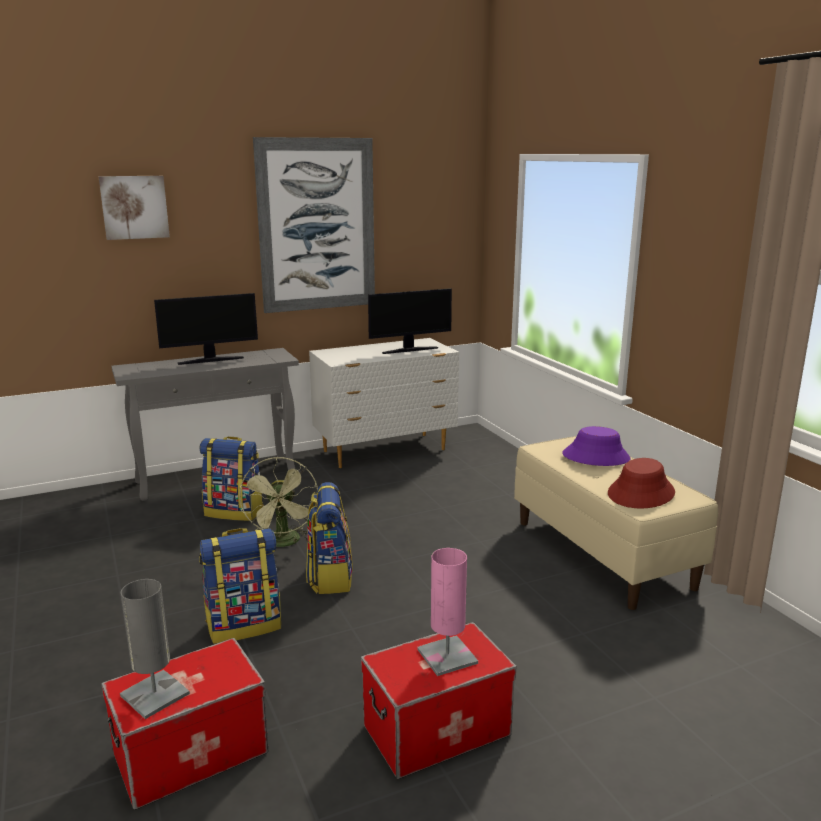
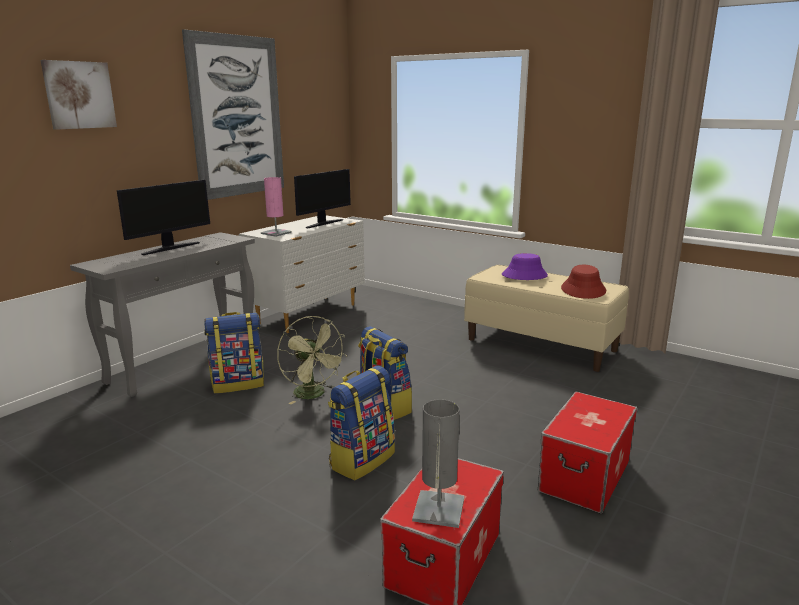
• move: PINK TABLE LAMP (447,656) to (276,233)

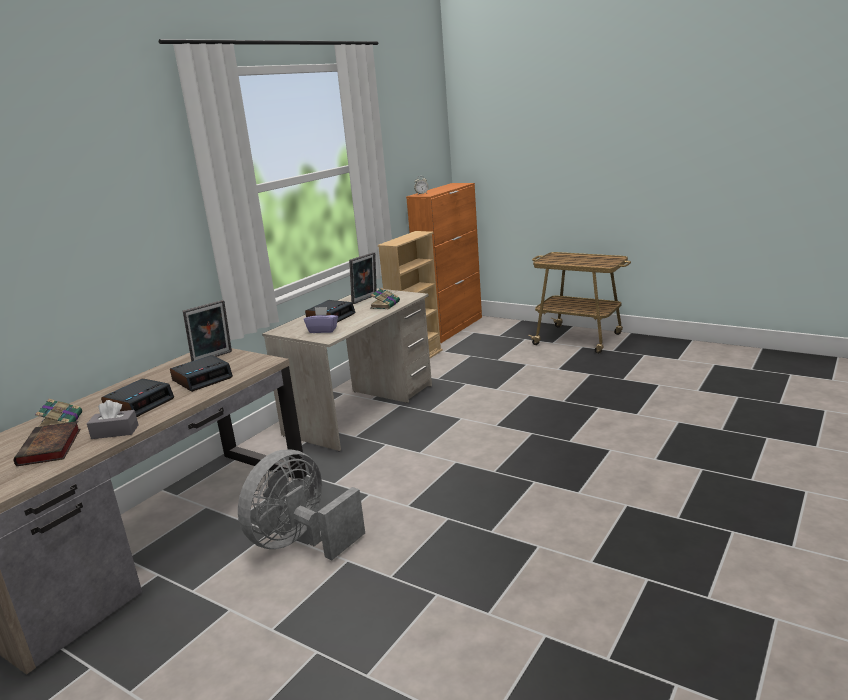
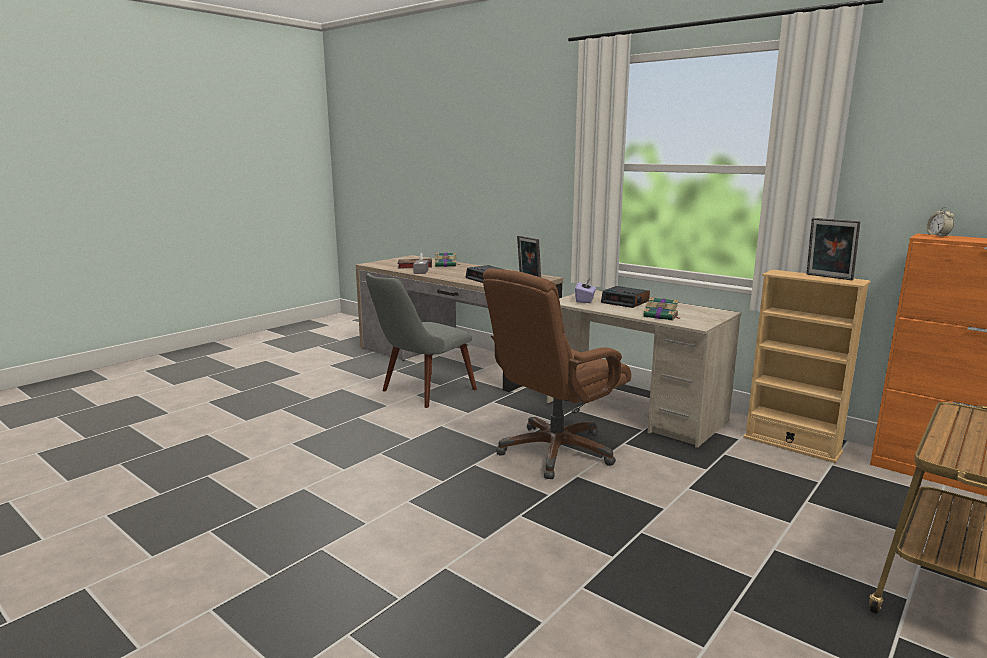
• replace: GREYISH ELECTRIC FAN (301,542) to GREYISH PLAIN CHAIR (420,393)
• insert: BROWNISH COMPUTER CHAIR (555,451)
• move: STANDING FRAME (366,299) to (828,277)
• delete: BEDSIDE CLOCK (140,404)

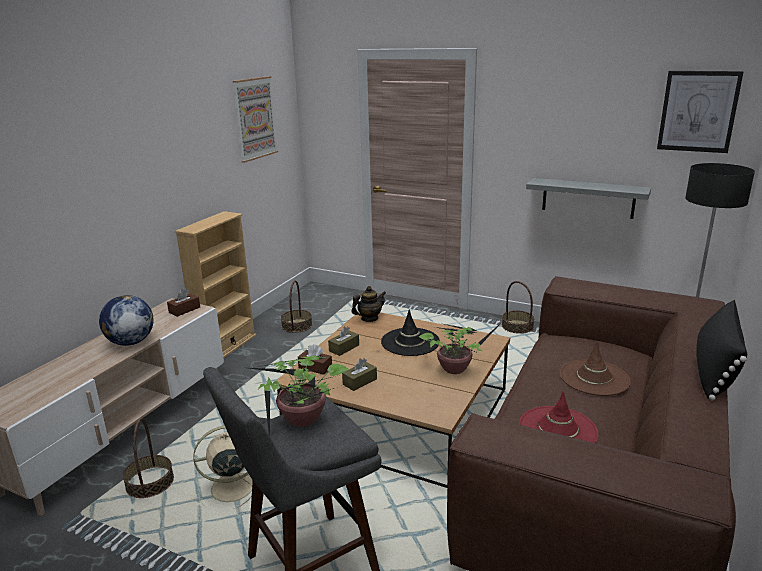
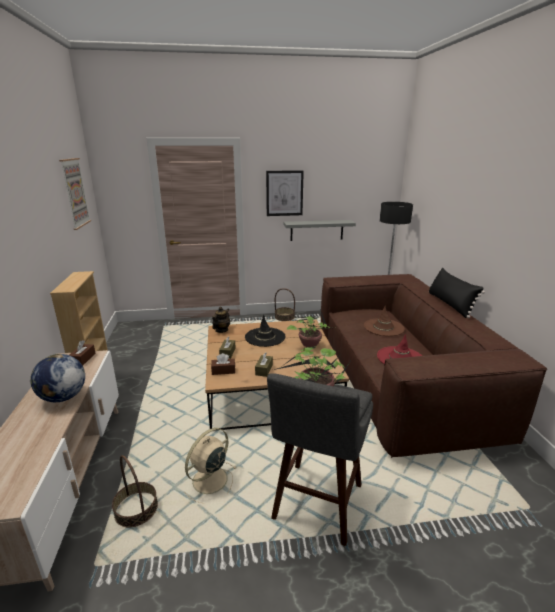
• move: WALL PICTURE (698,111) to (284,193)
• delete: STORAGE BASKET (297,325)

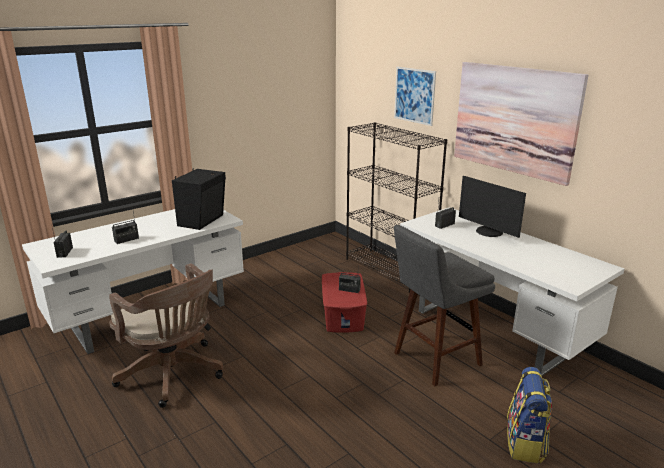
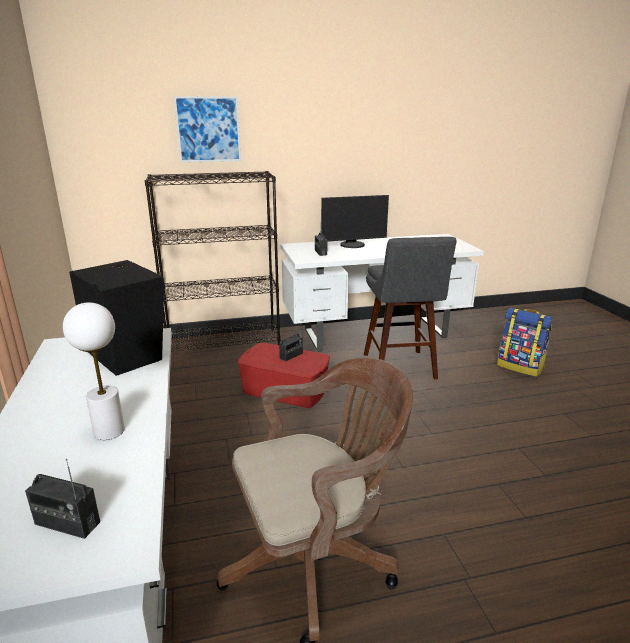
• replace: RADIO (126,240) to WHITE-COLOURED TABLE LAMP (109,431)
• delete: WALL PICTURE (514,120)

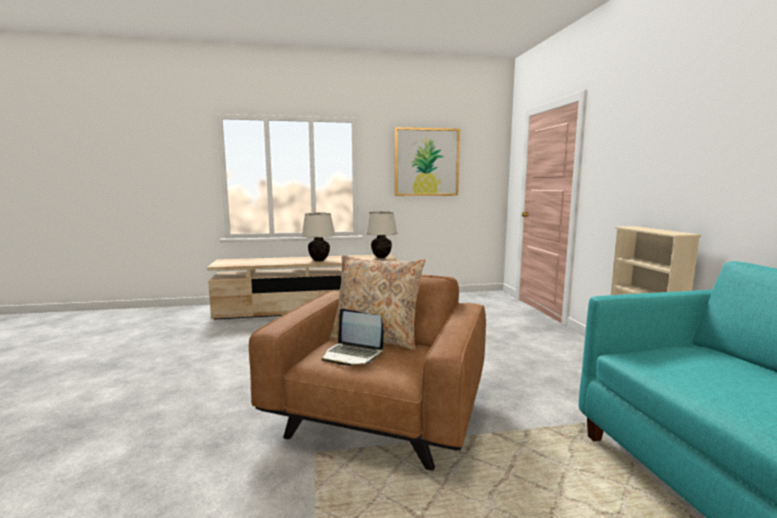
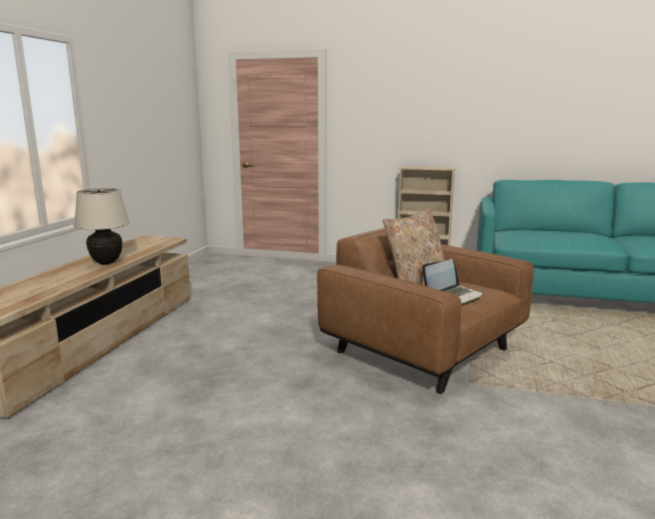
• delete: BEIGE-COLOURED TABLE LAMP (381,257)
• delete: WALL PICTURE (426,162)

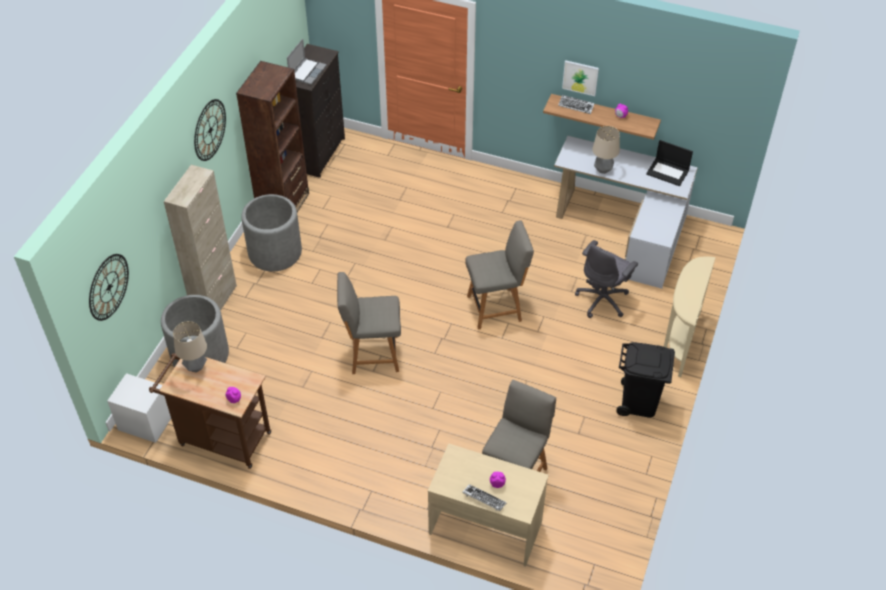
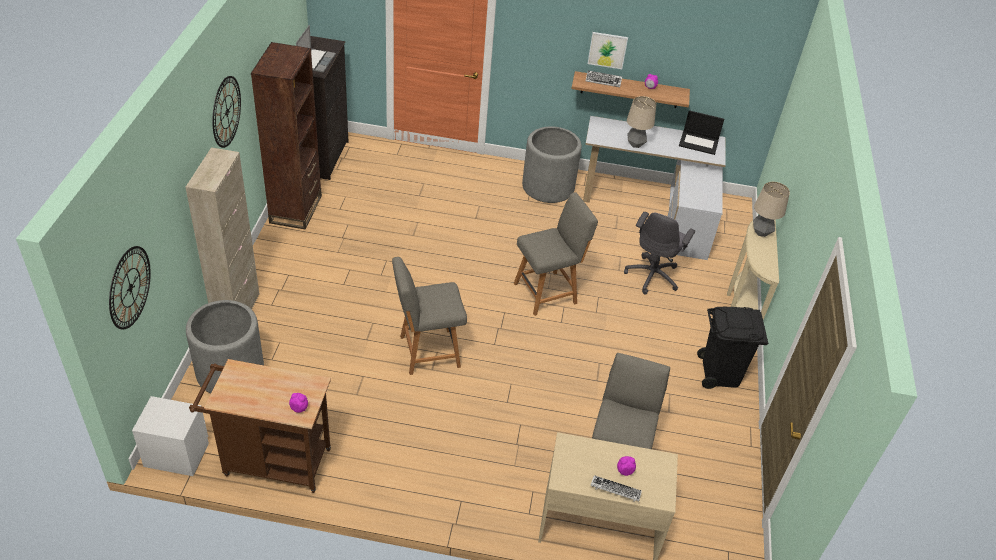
• move: GREYISH PLANTER (275,252) to (548,186)
• move: TABLE LAMP (196,367) to (761,232)

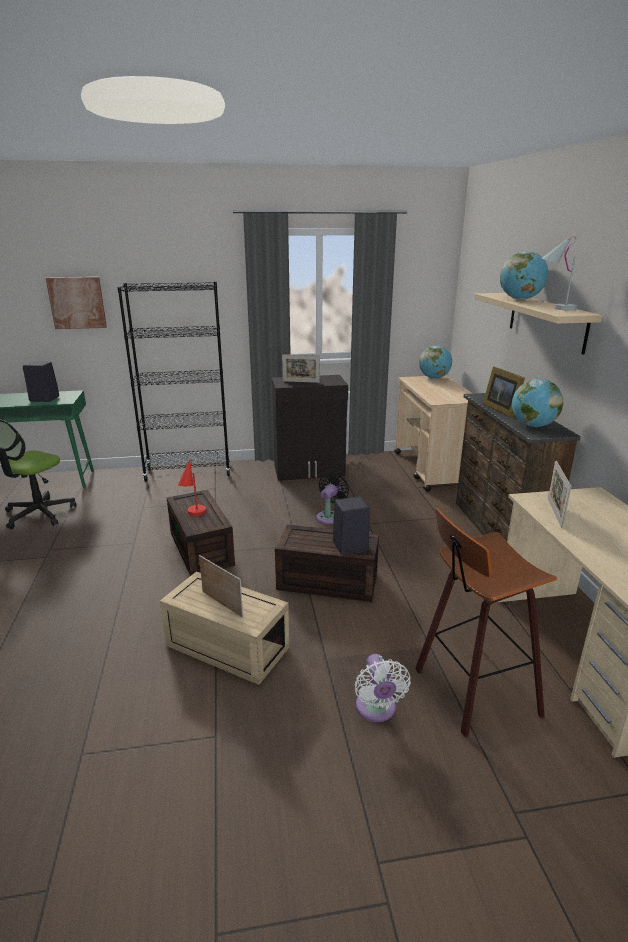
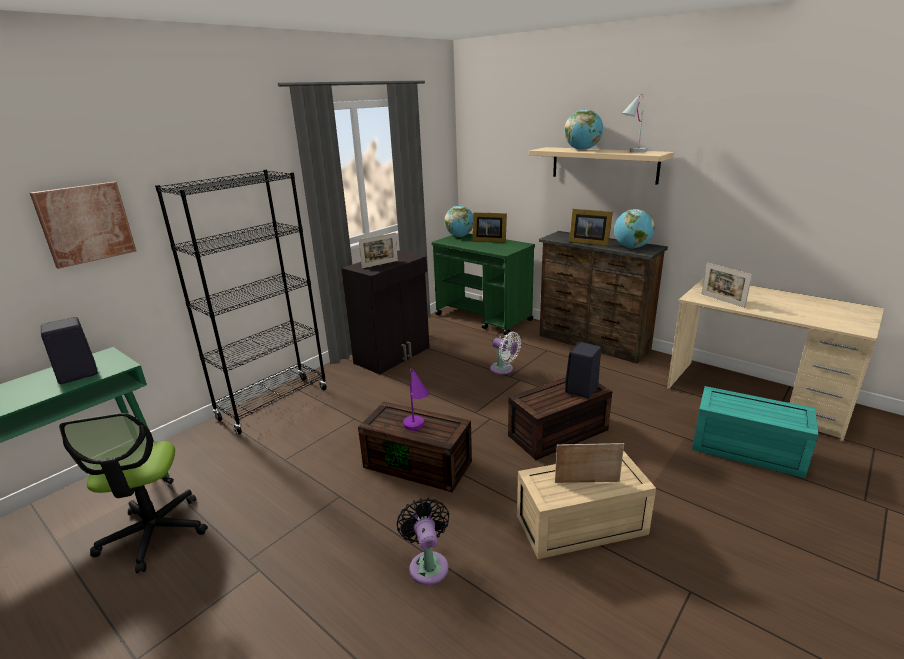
• move: BLACKISH ELECTRIC FAN (329,516) to (428,564)
• recolor: RED-COLOURED TABLE LAMP (193,515) to PURPLE-COLOURED TABLE LAMP (418,429)
• recolor: BEIGE-COLOURED WHEELED CART (432,469) to GREEN-COLOURED WHEELED CART (484,318)
• insert: STANDING FRAME (488,240)
• move: WHITE-COLOURED ELECTRIC FAN (376,709) to (503,369)
• replace: STOOL (471,691) to TURQUOISE STORAGE CONTAINER (745,450)

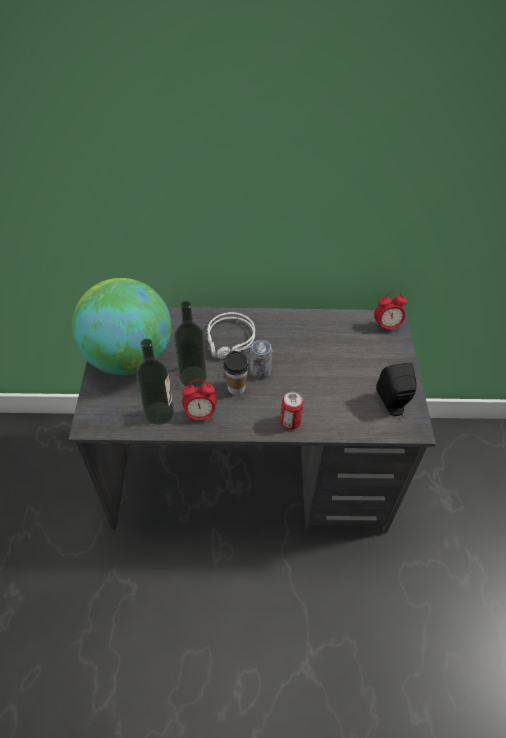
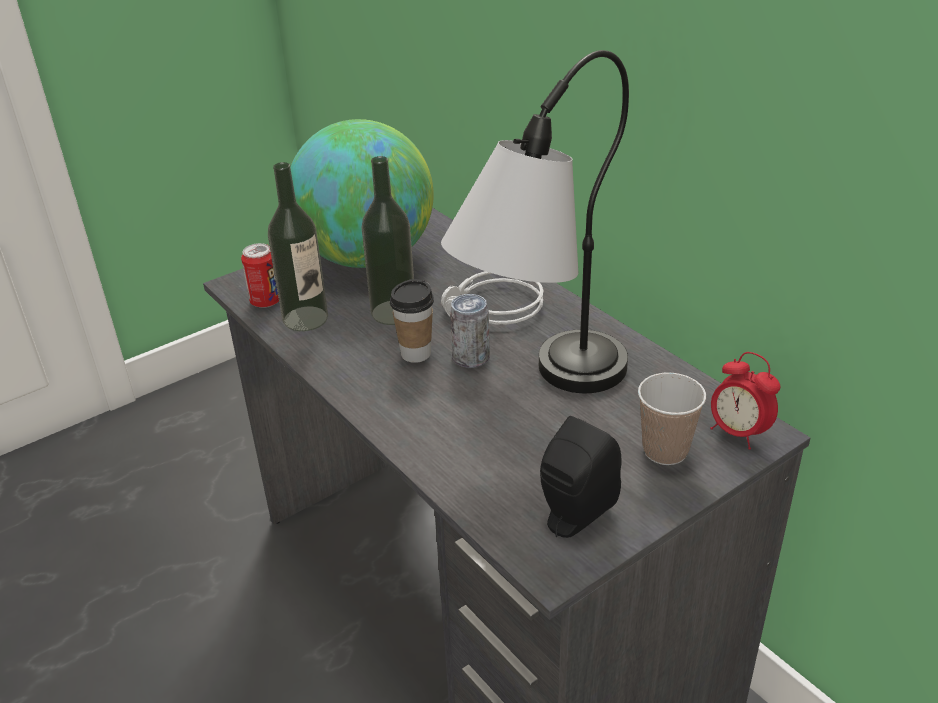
• move: METAL CAN (290,422) to (266,302)
• insert: TABLE LAMP (539,392)
• insert: DRINKING CUP (665,451)
• delete: BEDSIDE CLOCK (200,414)

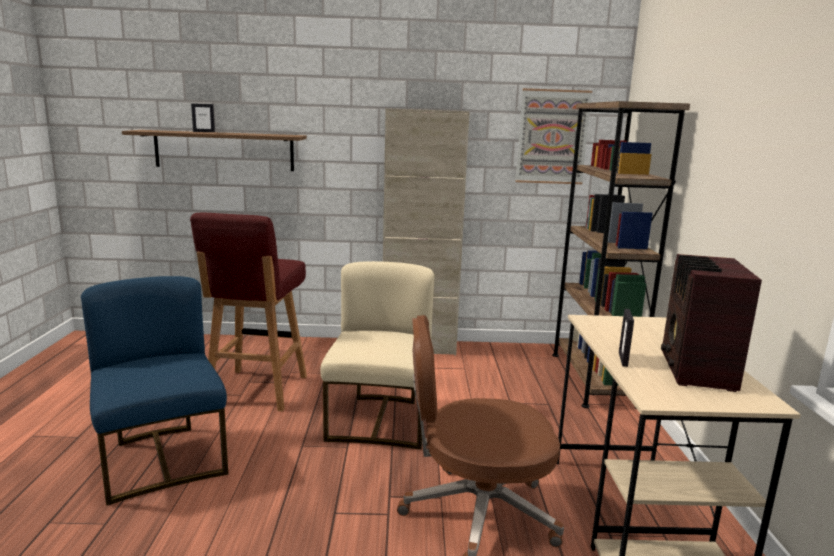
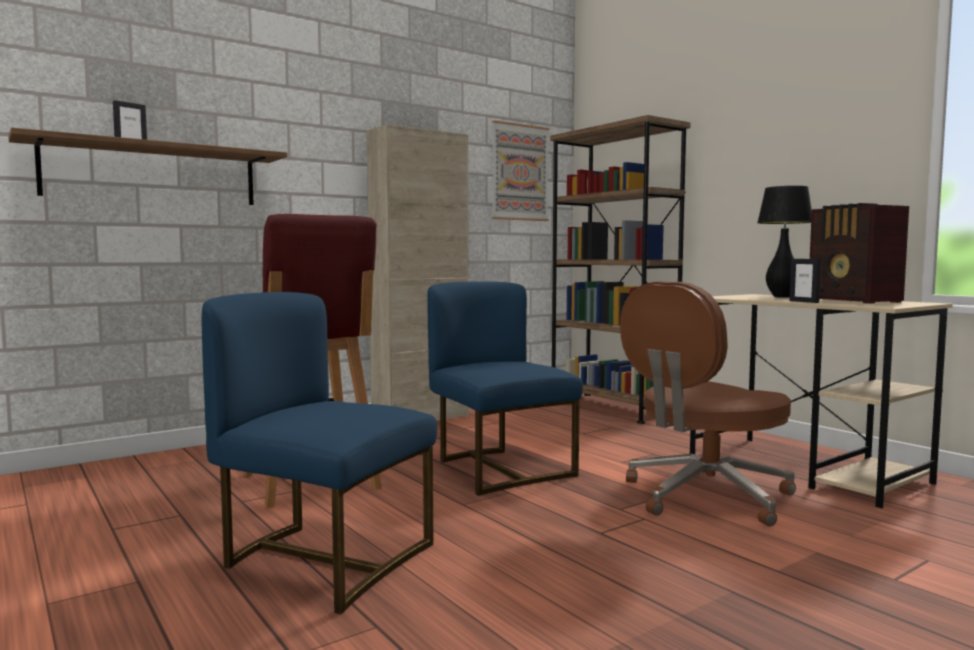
• recolor: BEIGE-COLOURED PLAIN CHAIR (380,421) to BLUE-COLOURED PLAIN CHAIR (499,469)
• insert: BLACKISH TABLE LAMP (781,297)

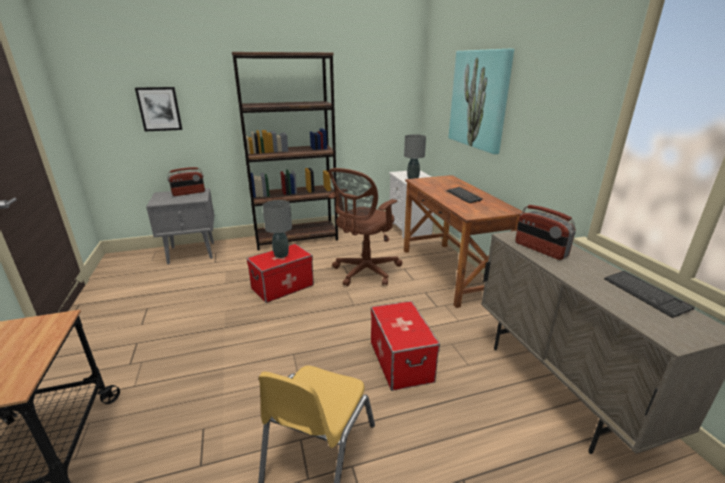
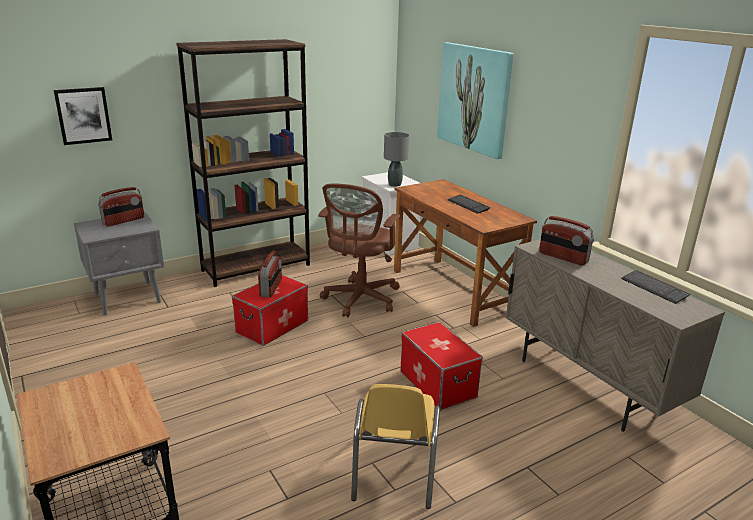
• replace: GREYISH TABLE LAMP (281,255) to RADIO (271,288)

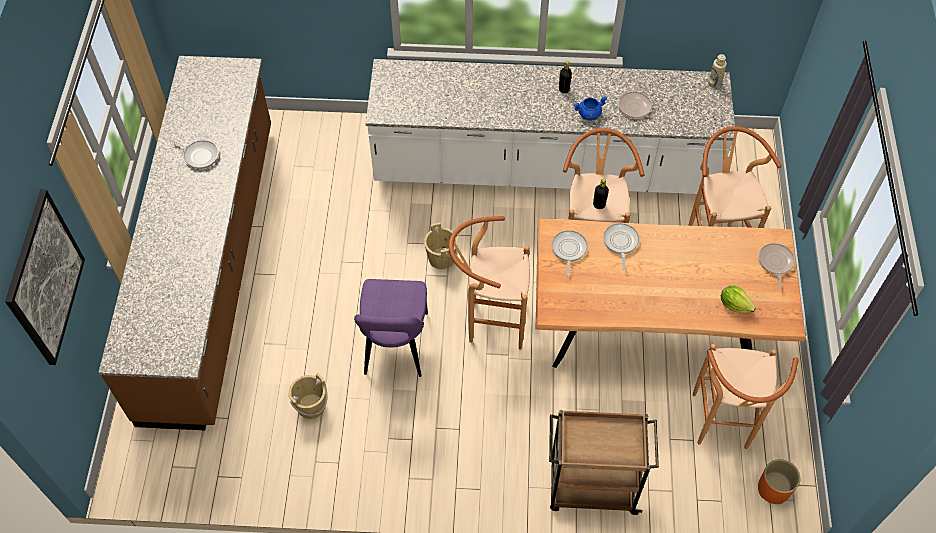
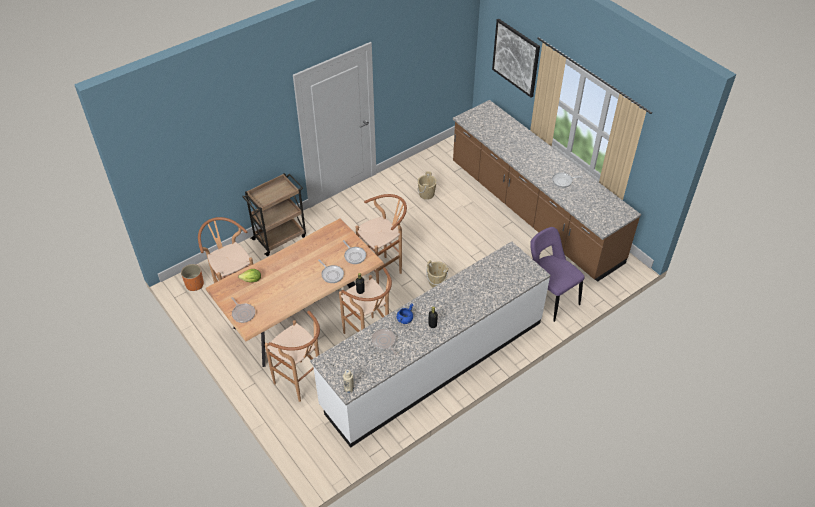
• move: PURPLE-COLOURED PLAIN CHAIR (395,347) to (549,297)

